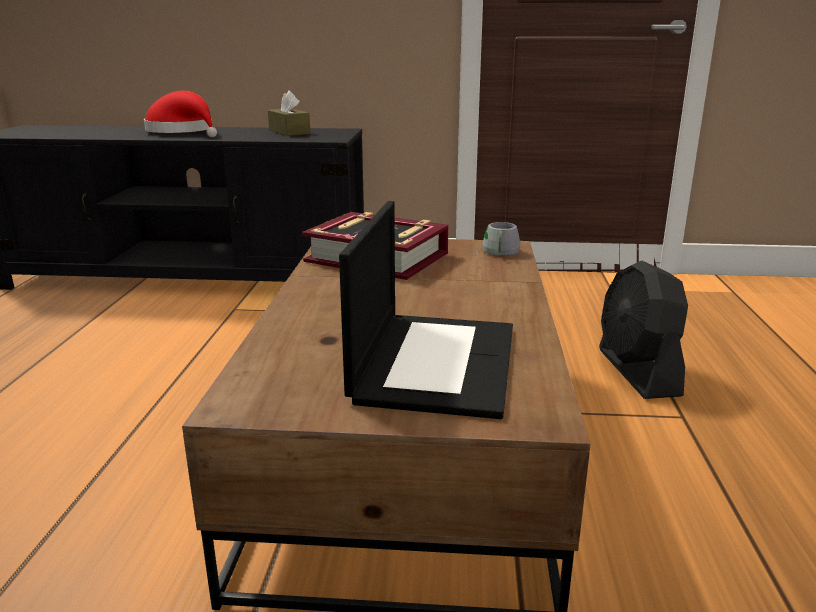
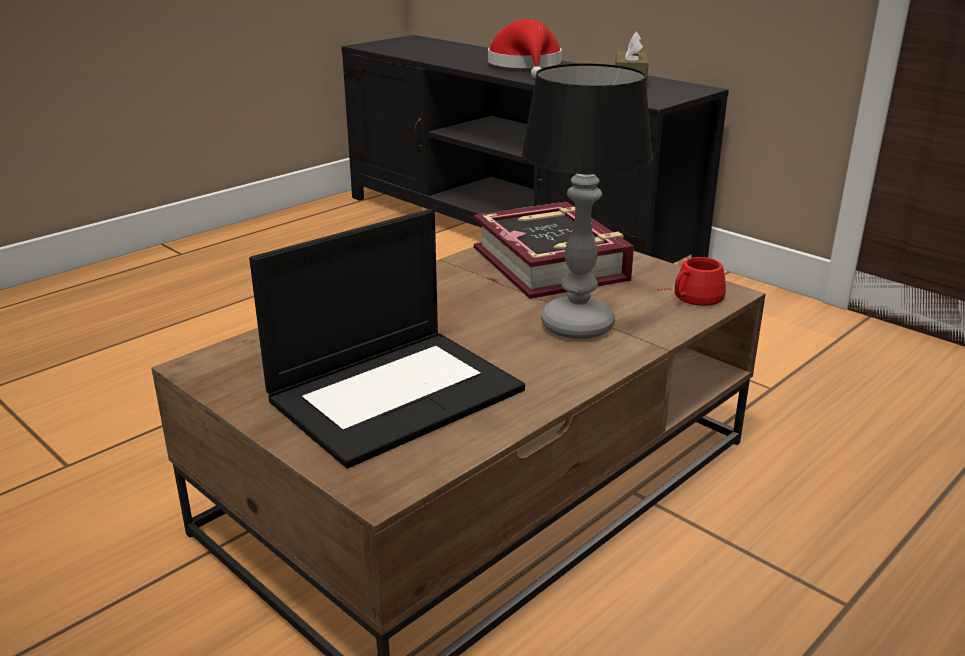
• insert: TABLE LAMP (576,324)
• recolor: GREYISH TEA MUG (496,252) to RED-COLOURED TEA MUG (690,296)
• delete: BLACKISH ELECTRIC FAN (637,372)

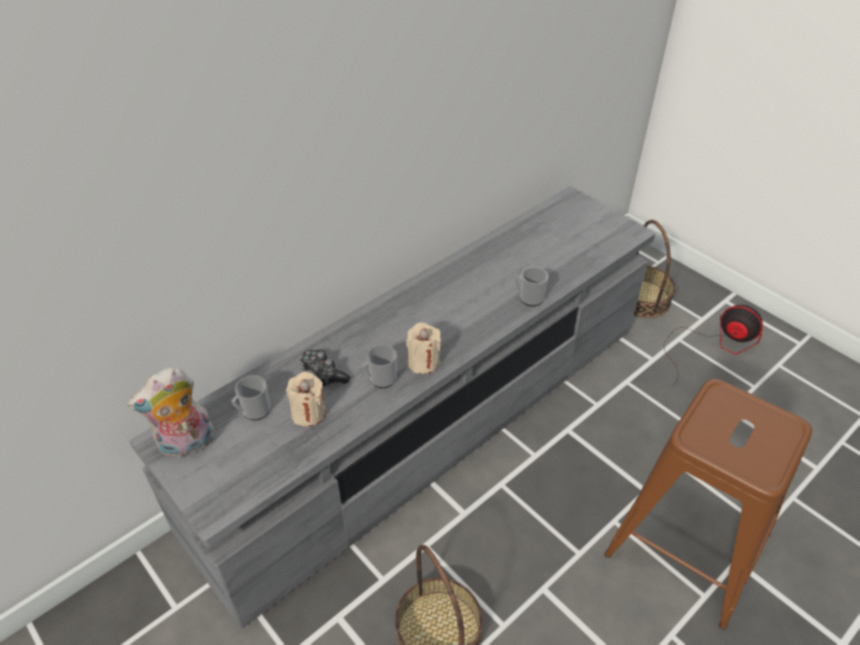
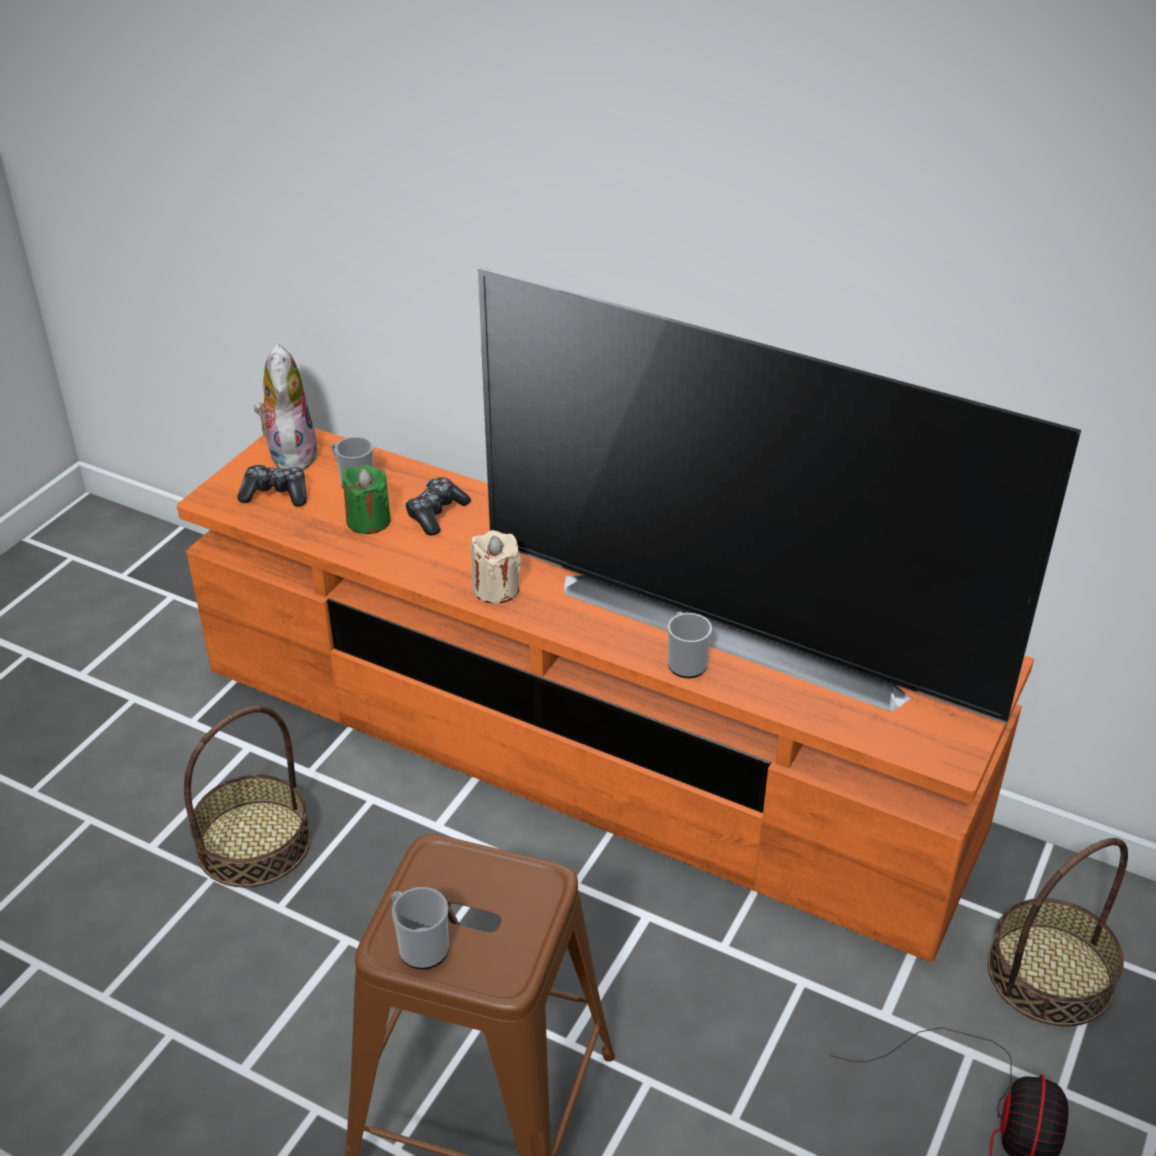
• recolor: GREYISH TV STAND (429,423) to ORANGEY TV STAND (578,749)
• insert: GAMEPAD (276,494)
• rotate: CUDDLY TOY (186,445) = (290,454) 45 degrees clockwise
• recolor: BEIGE-COLOURED CANDLE (308,413) to GREEN-COLOURED CANDLE (368,521)
• move: TEA MUG (380,379) to (419,945)
• insert: TV (740,622)

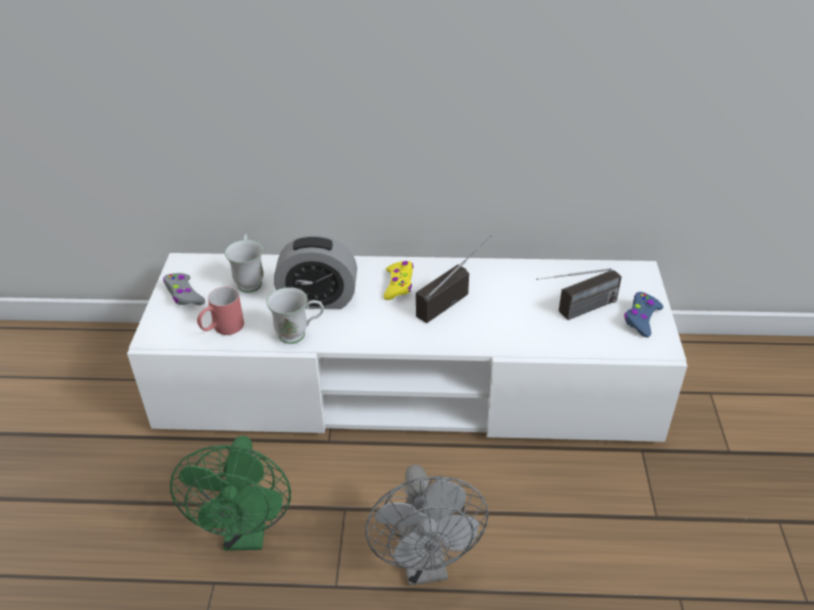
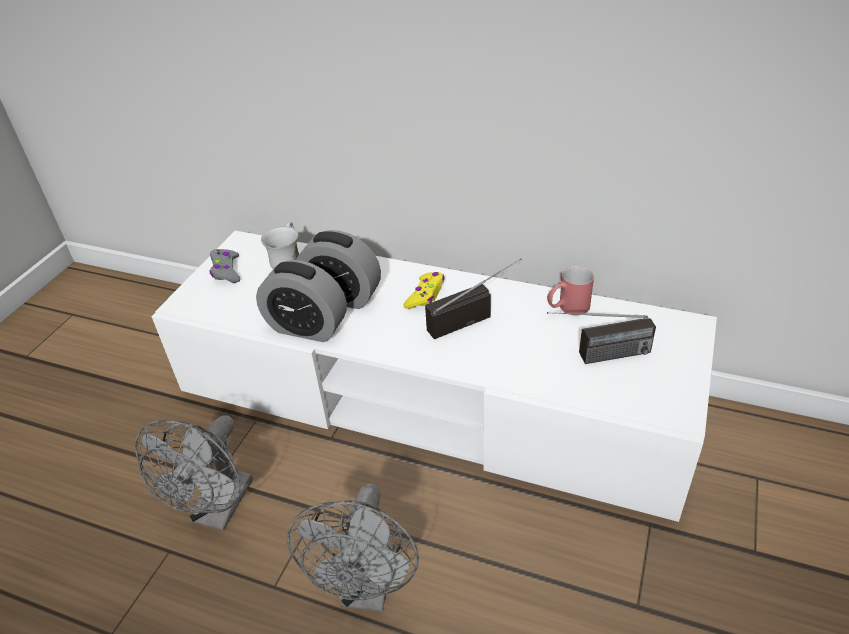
• recolor: GREEN-COLOURED ELECTRIC FAN (247,533) to GREYISH ELECTRIC FAN (218,511)
• replace: WHITE-COLOURED TEA MUG (299,335) to BEDSIDE CLOCK (307,328)
• move: RED-COLOURED TEA MUG (222,329) to (567,308)
• delete: BLUE-COLOURED GAMEPAD (641,319)

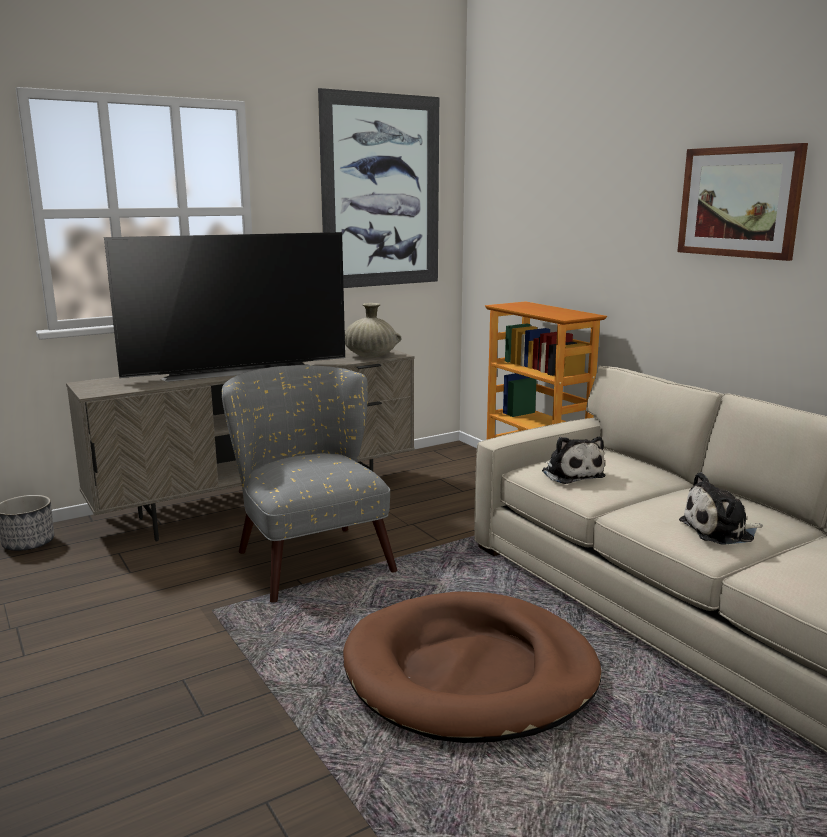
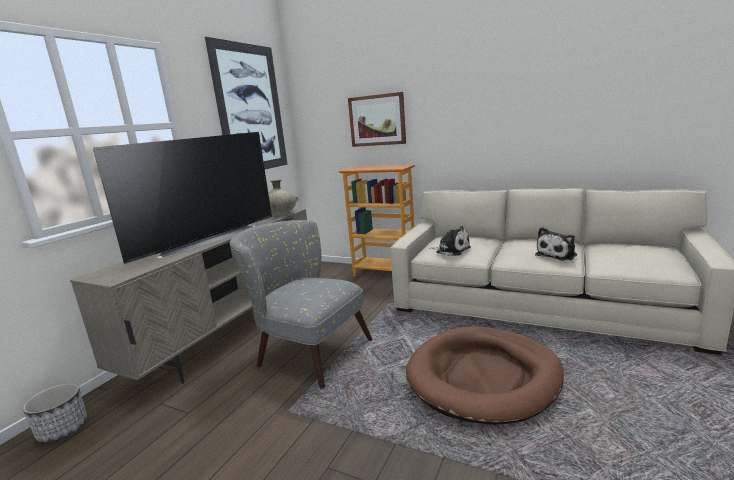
• move: WALL PICTURE (739,202) to (377,120)

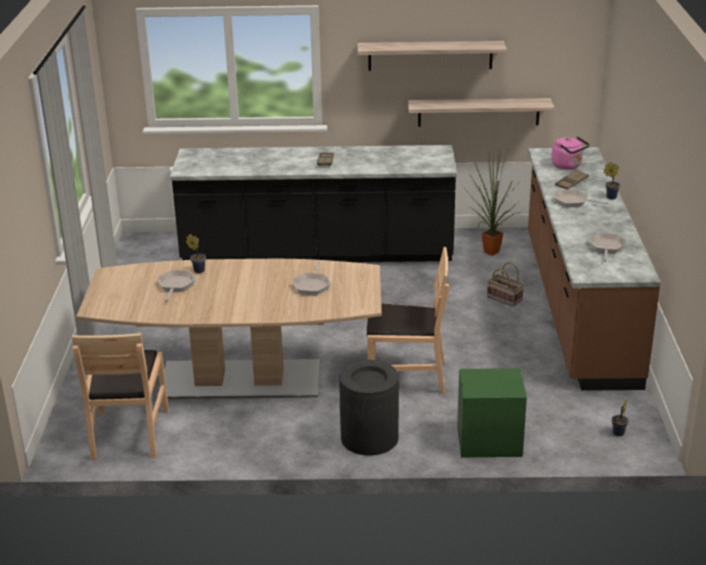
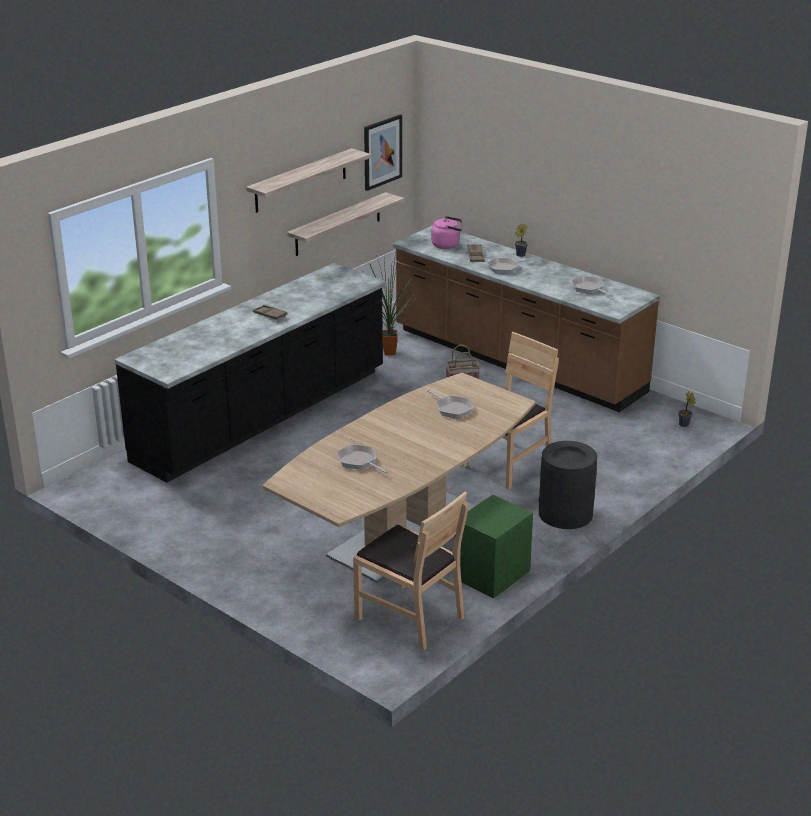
• insert: WALL PICTURE (382,152)
• move: GREEN-COLOURED NIGHTSTAND (489,442) to (492,575)
• delete: HOUSEPLANT (198,270)

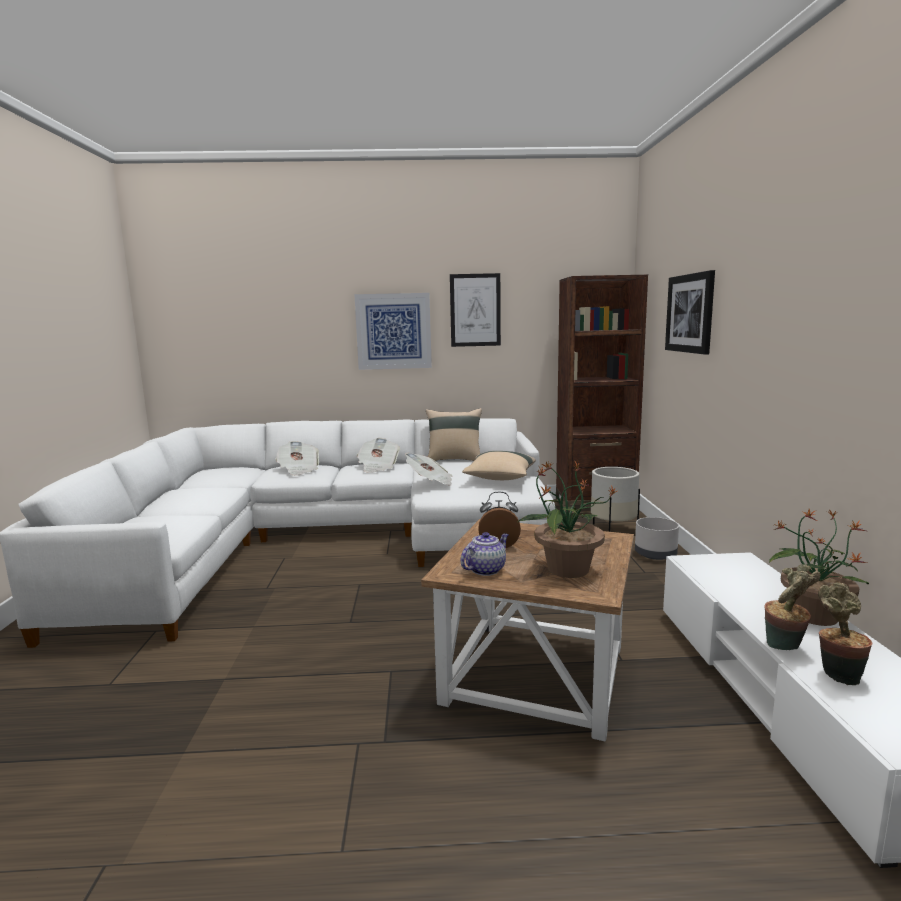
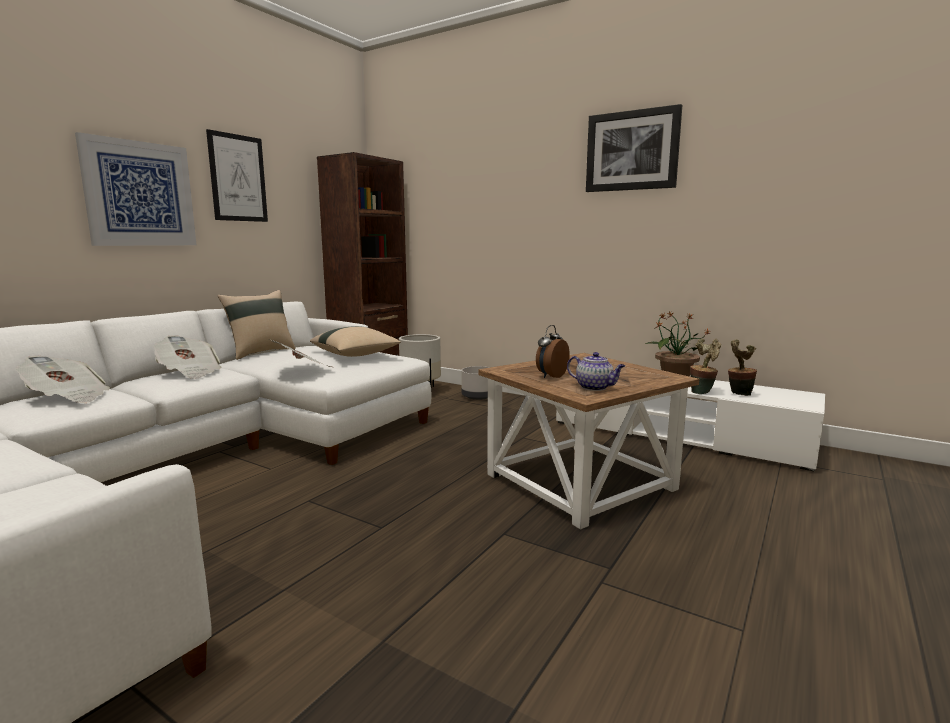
• rotate: POT FOR TEA (485,569) = (595,387) 135 degrees clockwise
• move: WALL PICTURE (690,313) to (632,151)
• delete: HOUSEPLANT (566,569)

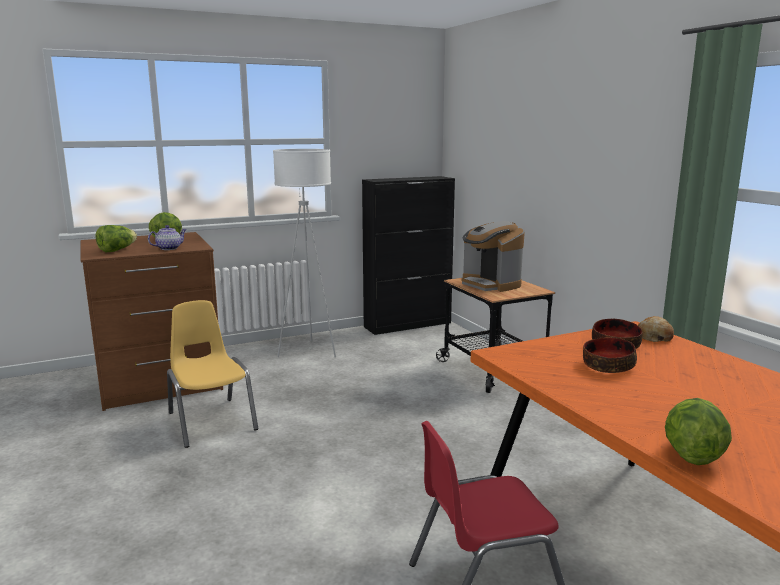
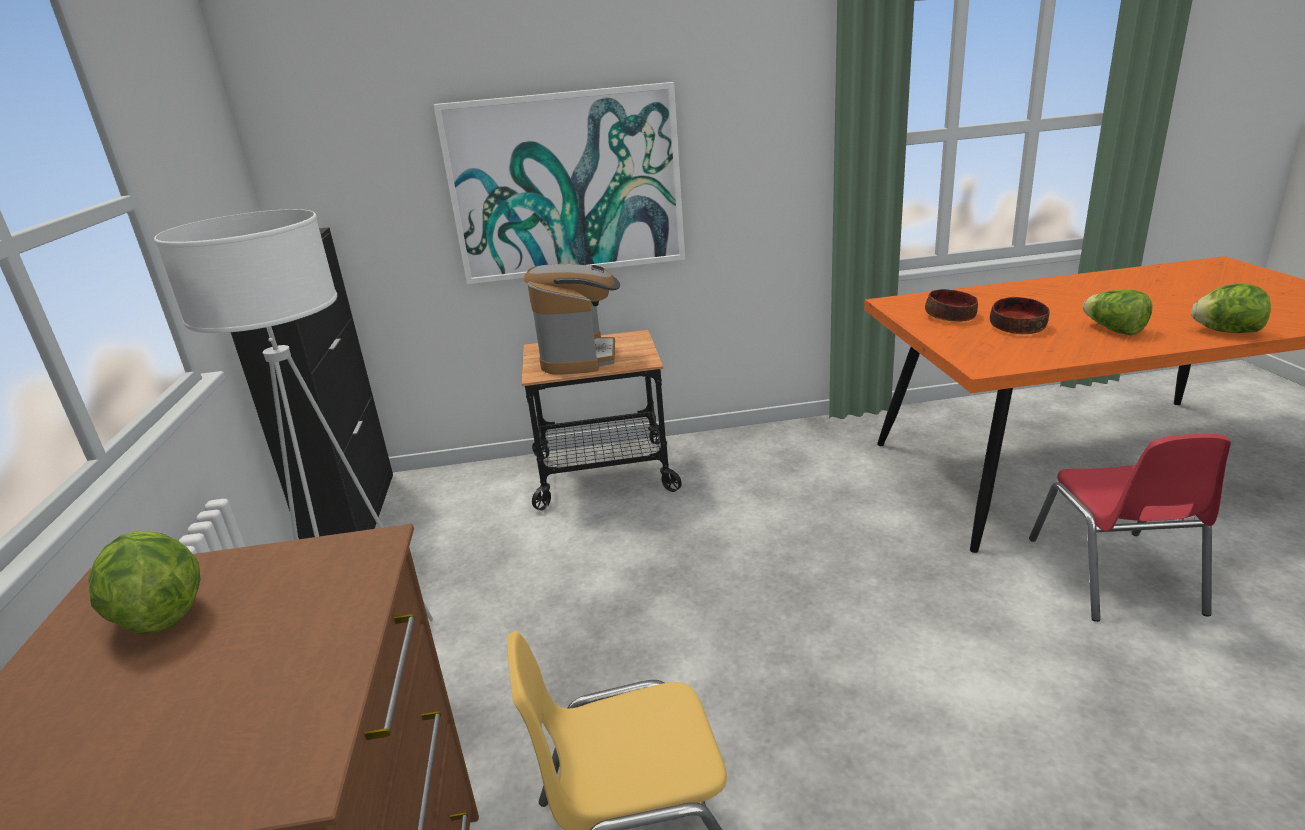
• insert: WALL PICTURE (566,185)
• rotate: COFFEE BREWER (490,284) = (580,357) 75 degrees counterclockwise
• move: HEAD OF LETTUCE (117,250) to (1114,330)
• delete: POT FOR TEA (169,248)
• delete: BAKED BREAD (654,337)

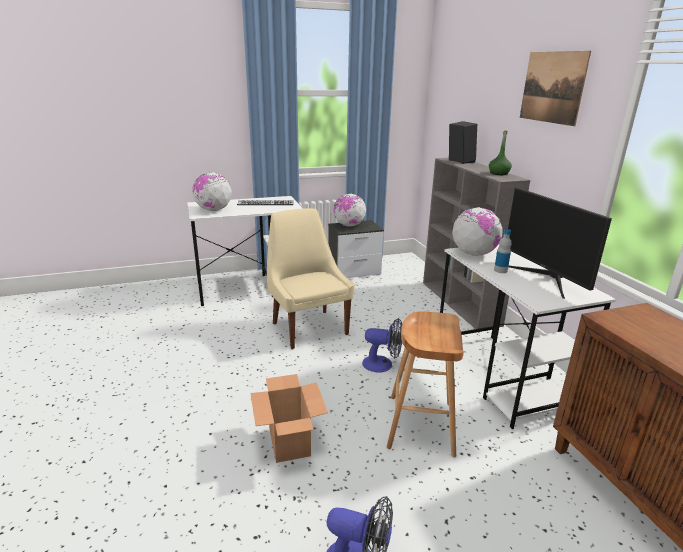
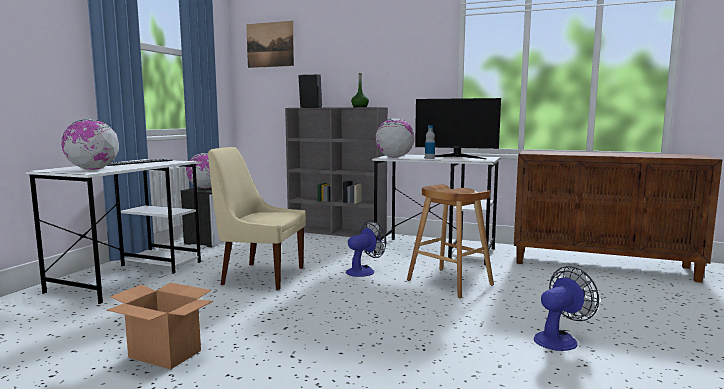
• move: PACKING BOX (290,442) to (166,354)
• move: WALL PICTURE (552,87) to (270,44)

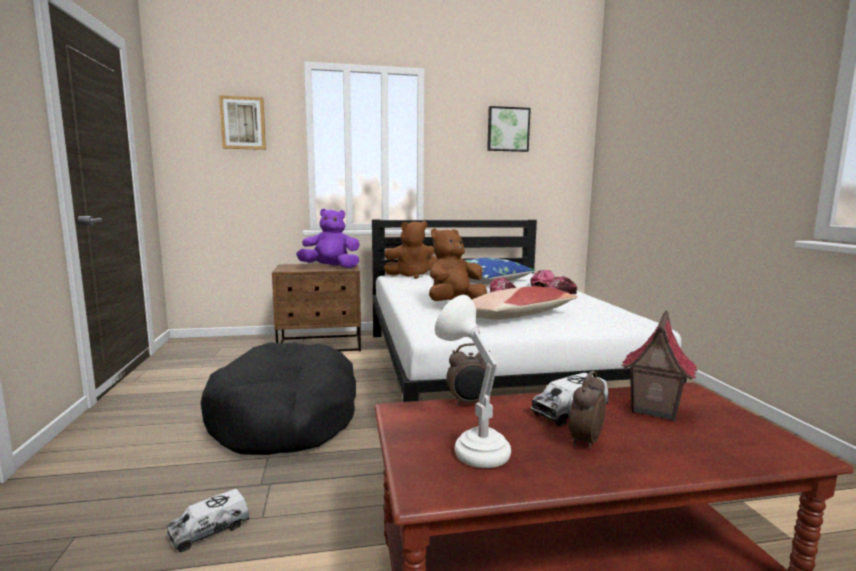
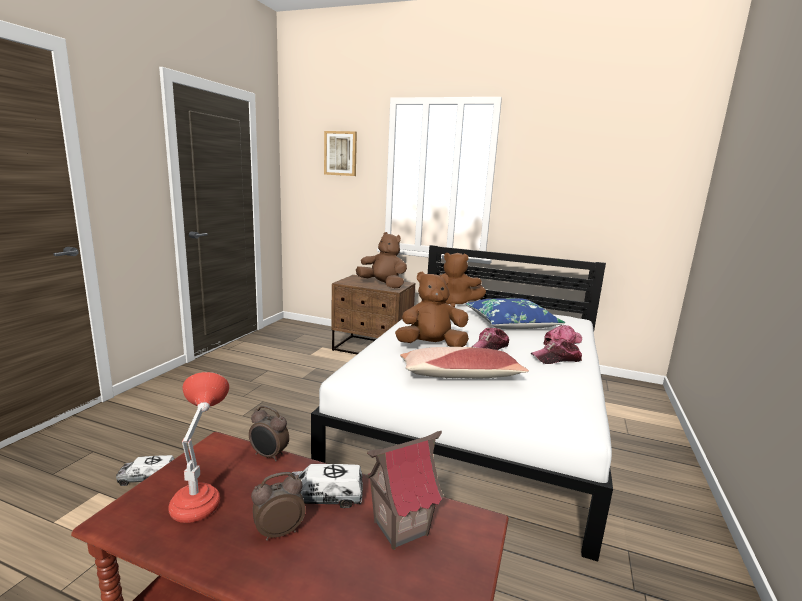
• recolor: WHITE-COLOURED TABLE LAMP (472,446) to RED-COLOURED TABLE LAMP (201,496)
• recolor: PURPLE-COLOURED CUDDLY TOY (331,267) to BROWNISH CUDDLY TOY (383,285)
• delete: BLACKISH PET BED (286,417)
• delete: WALL PICTURE (507,129)

